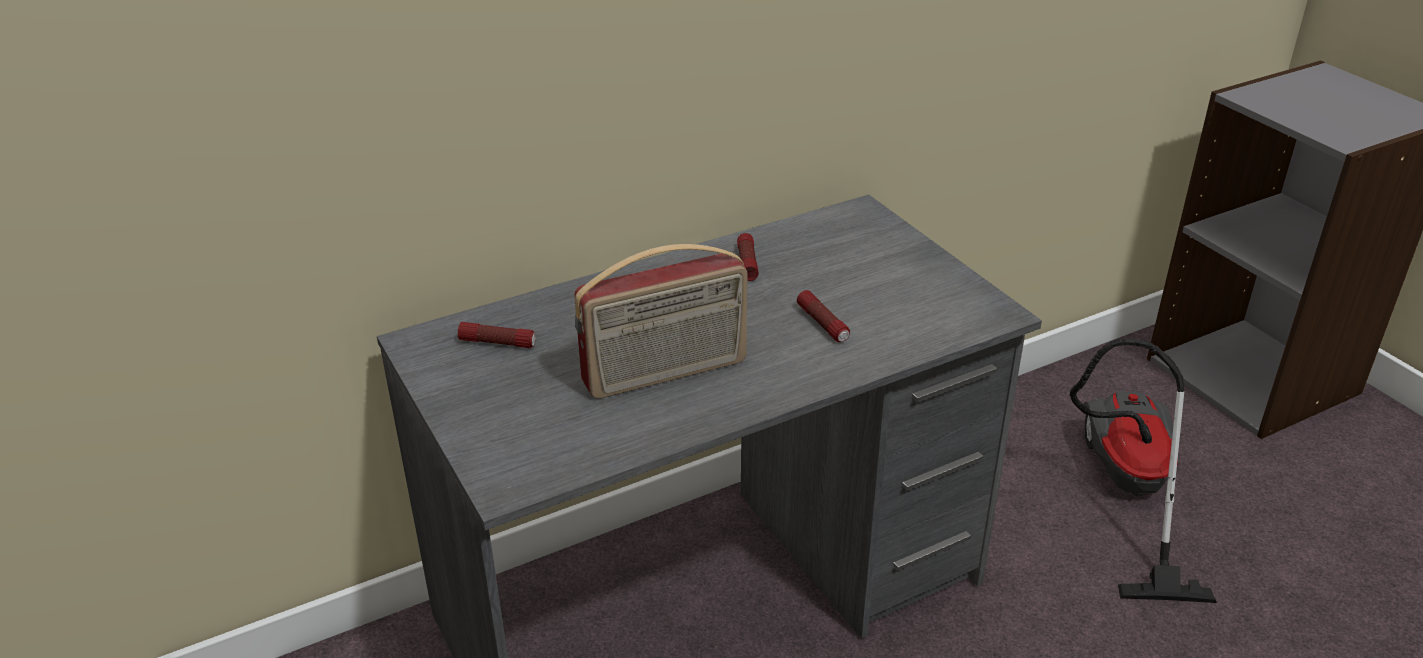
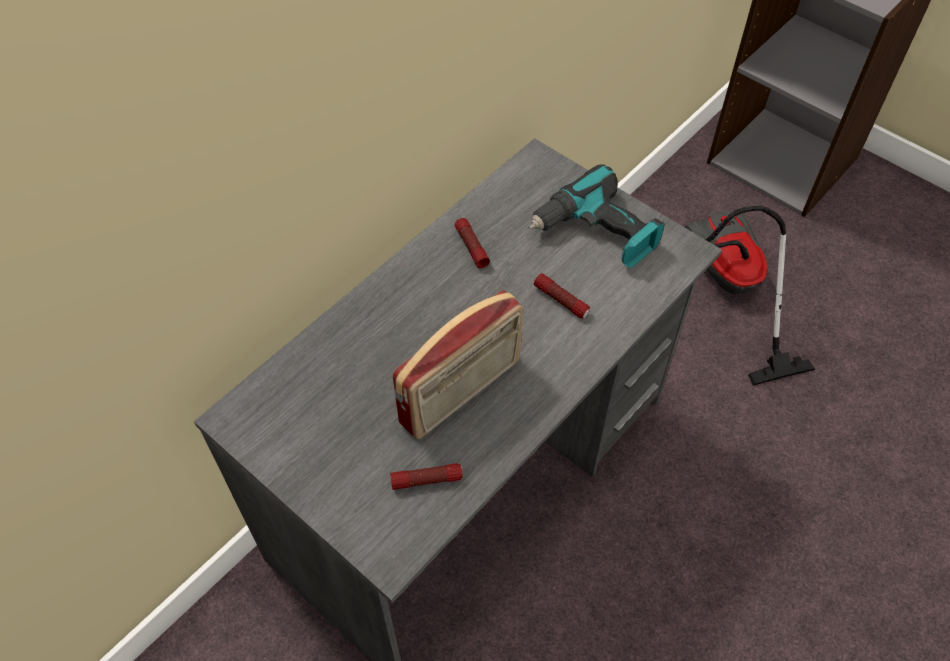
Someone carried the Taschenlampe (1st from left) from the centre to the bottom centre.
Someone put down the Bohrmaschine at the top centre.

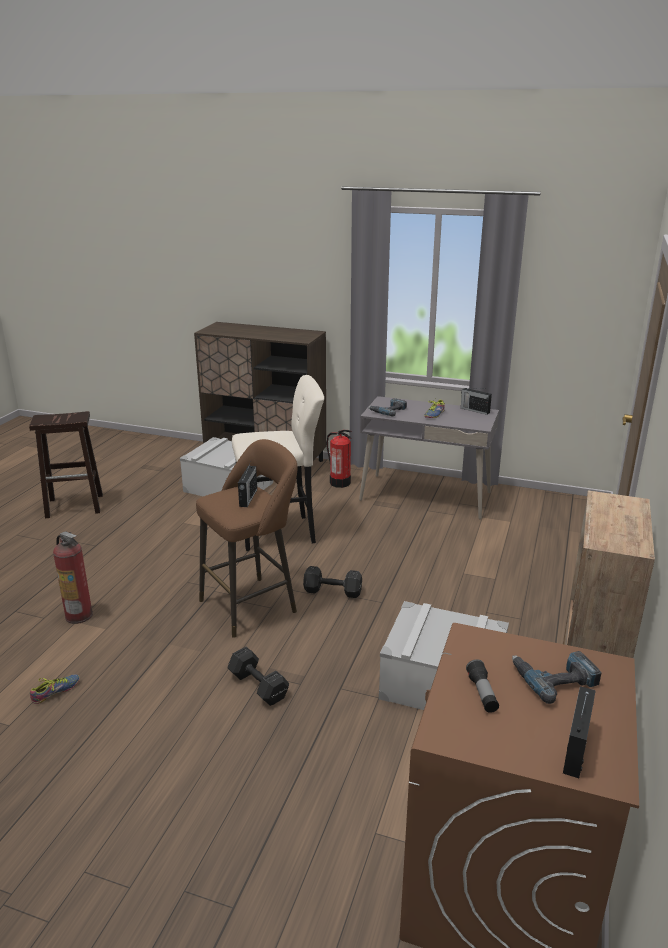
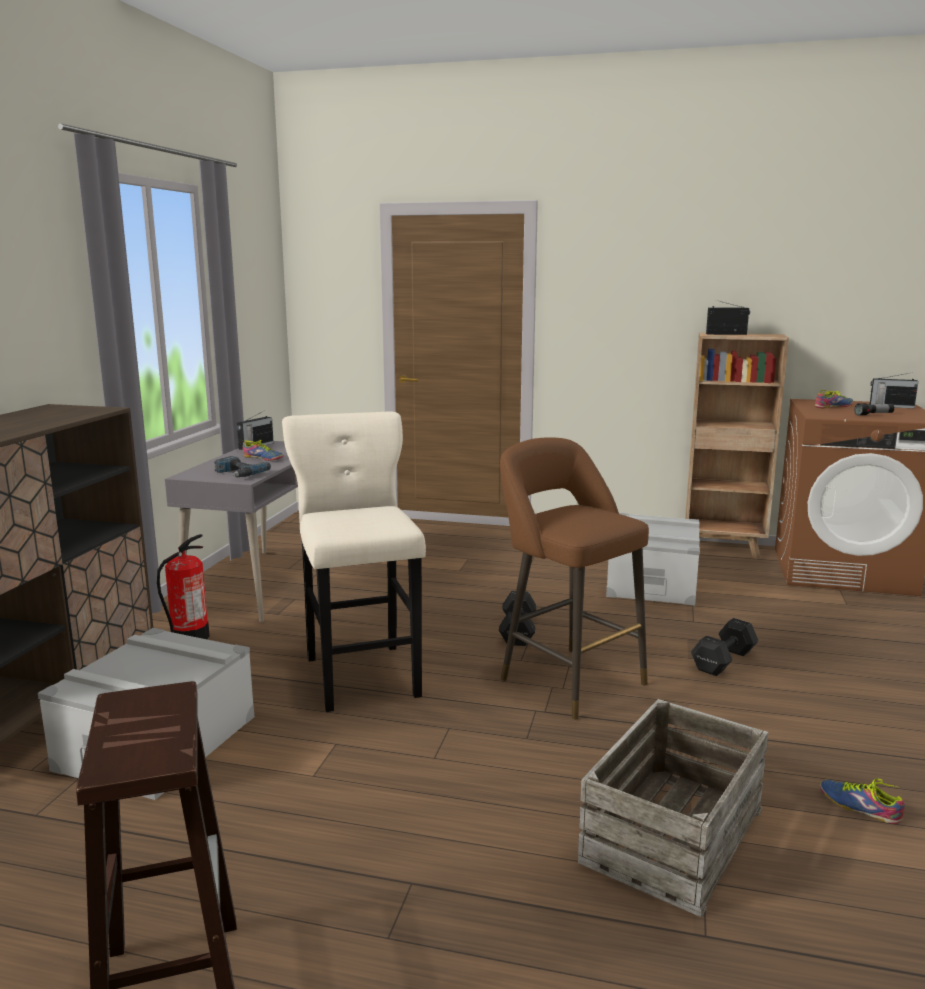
Someone swapped the Feuerlöscher (1st from left) at the middle left for the Kiste at the bottom right.
Someone carried the Radio (1st from left in the first image) from the centre to the top right.
Someone swapped the Bohrmaschine (2nd from left) at the bottom right for the Schuh (2nd from left) at the middle right.

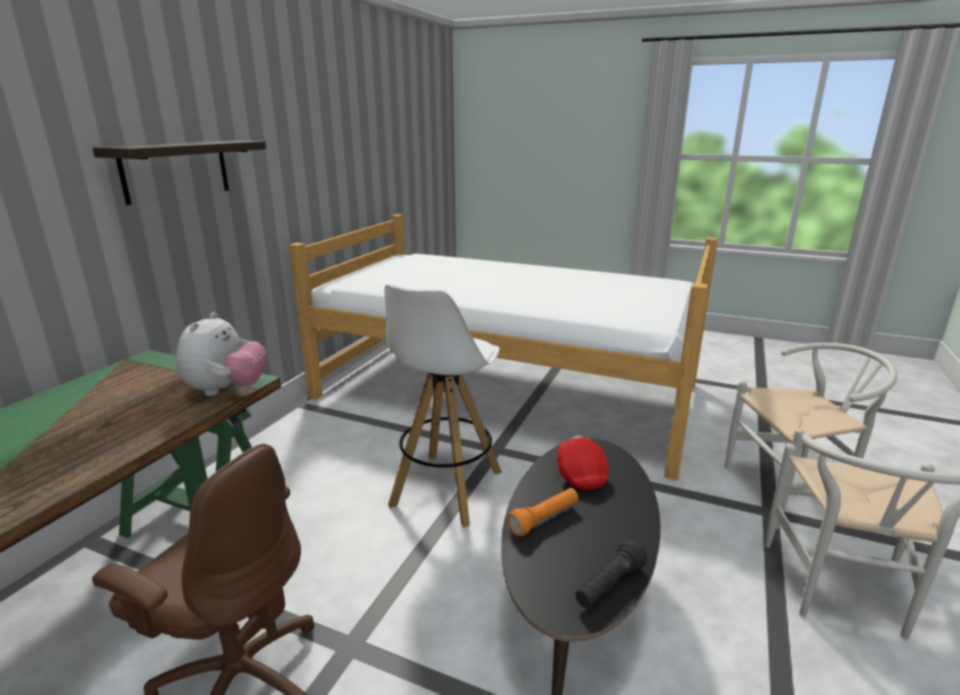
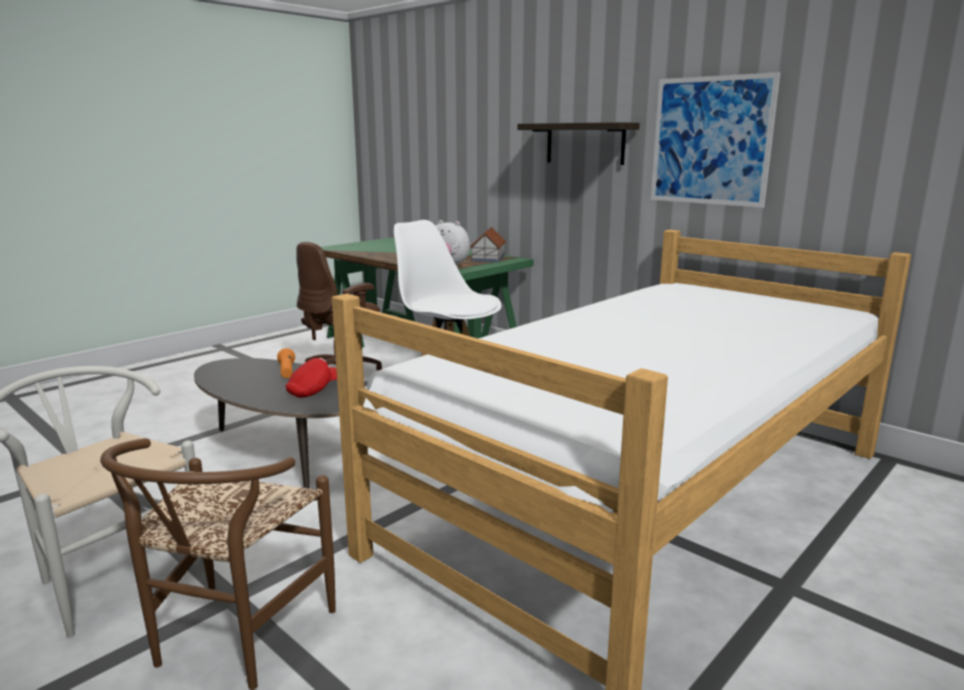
Someone rotated the Kappe [rot] at the centre by 60 degrees counterclockwise.
Someone took away the Taschenlampe [schwarz] at the bottom centre.
Someone repainted the Stuhl [weiß] (1st from left) at the middle right, which became the Stuhl [braun] at the bottom left.
Someone put down the Spielzeughaus at the centre.
Someone put up the Bild at the top right.

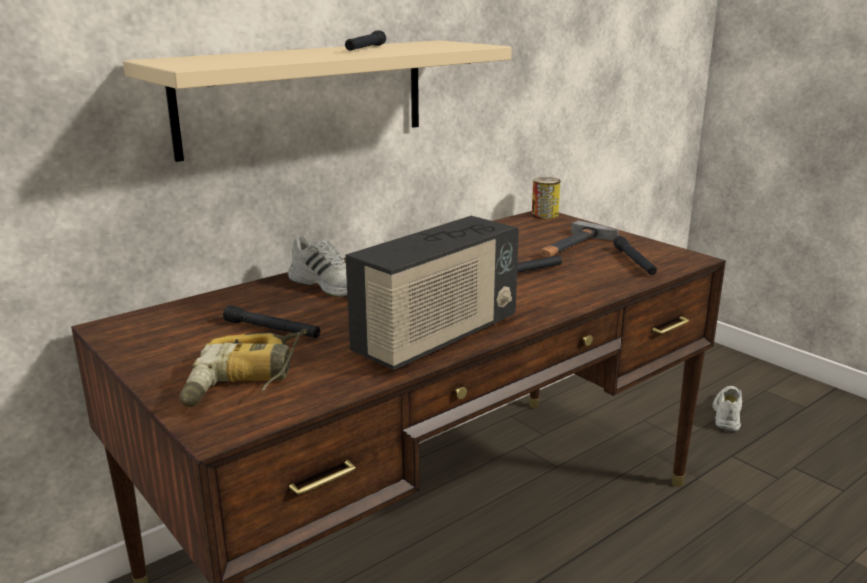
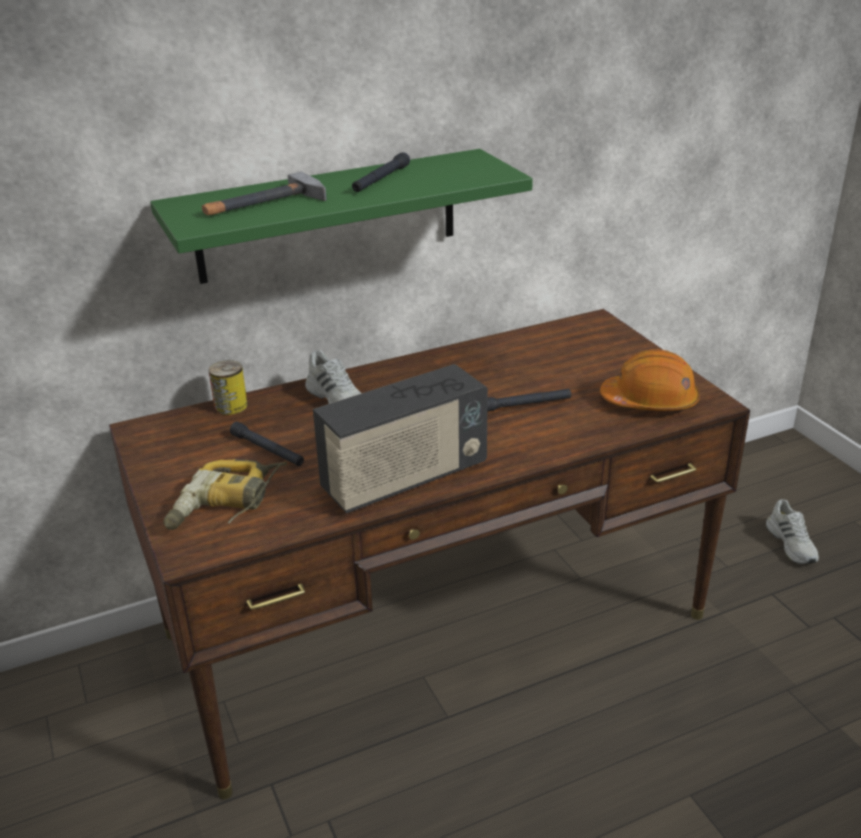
Someone repainted the Wandregal [beige] at the top centre, which became the Wandregal [grün] at the top centre.
Someone carried the Dose from the centre to the middle left.
Someone carried the Hammer from the middle right to the top left.
Someone swapped the Taschenlampe [schwarz] (4th from left) at the middle right for the Schutzhelm [orange] at the middle right.
Someone rotated the Schuh [weiß] (2nd from left) at the bottom right by 135 degrees clockwise.

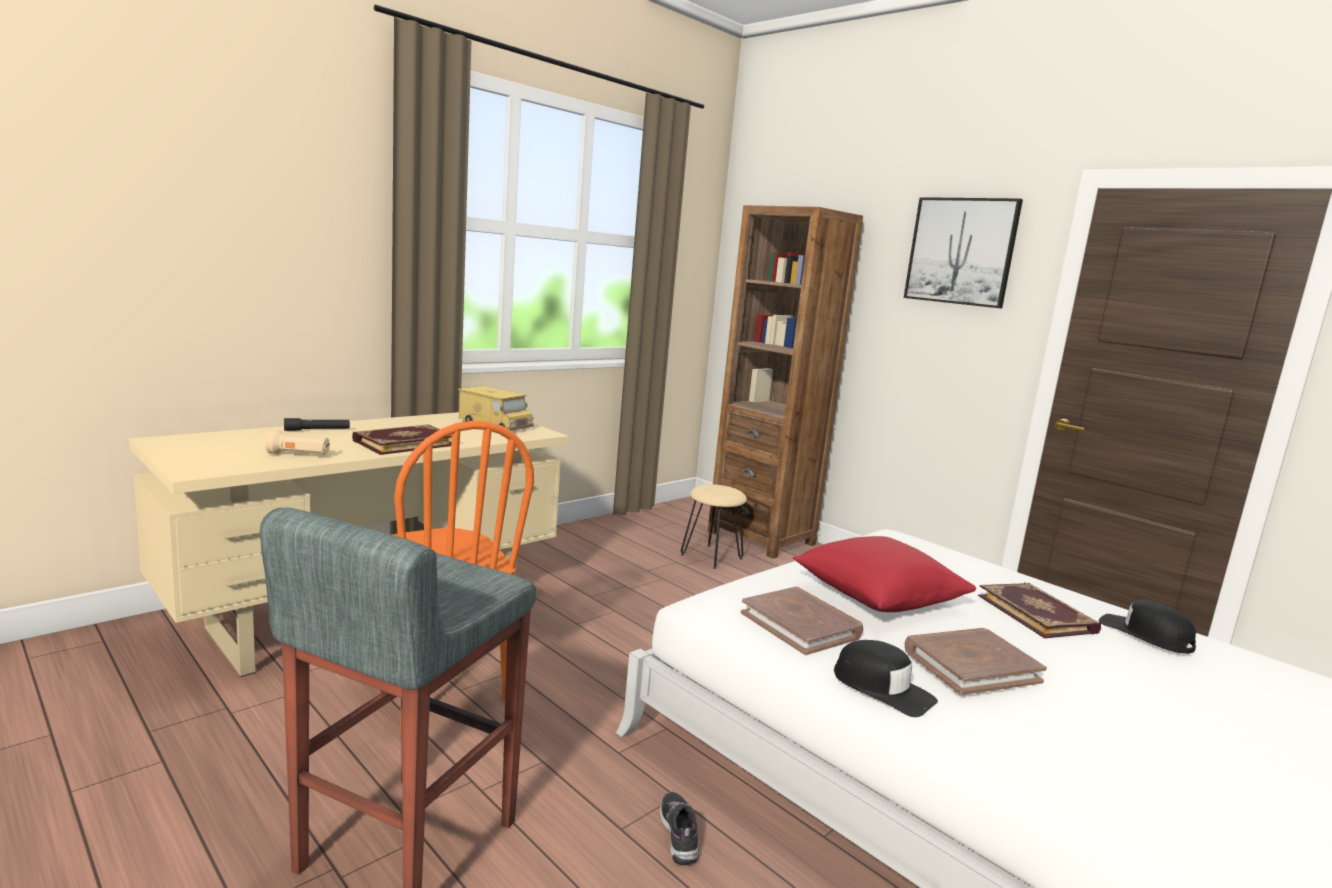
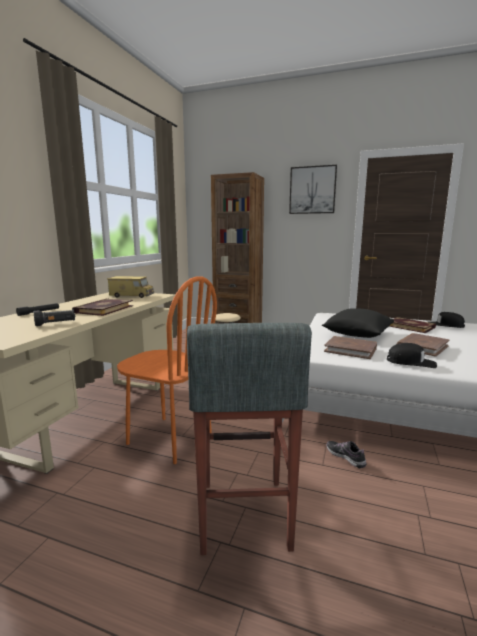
Someone repainted the Taschenlampe [beige] at the middle left, which became the Taschenlampe [schwarz] (2nd from left) at the middle left.
Someone repainted the Kissen [rot] at the centre, which became the Kissen [schwarz] at the middle right.

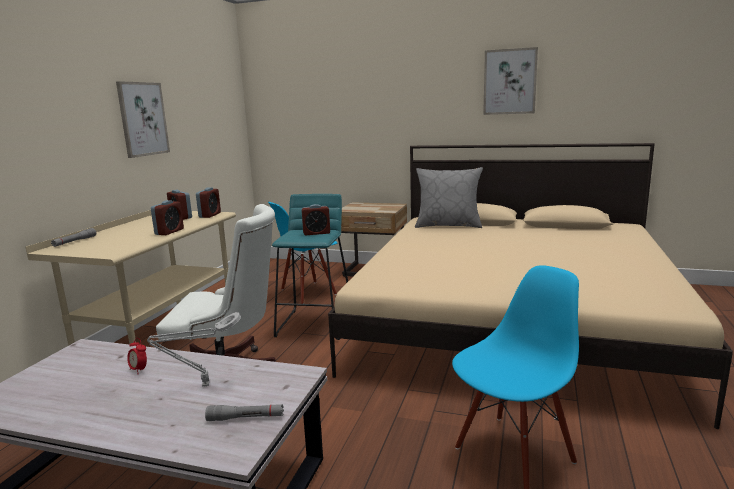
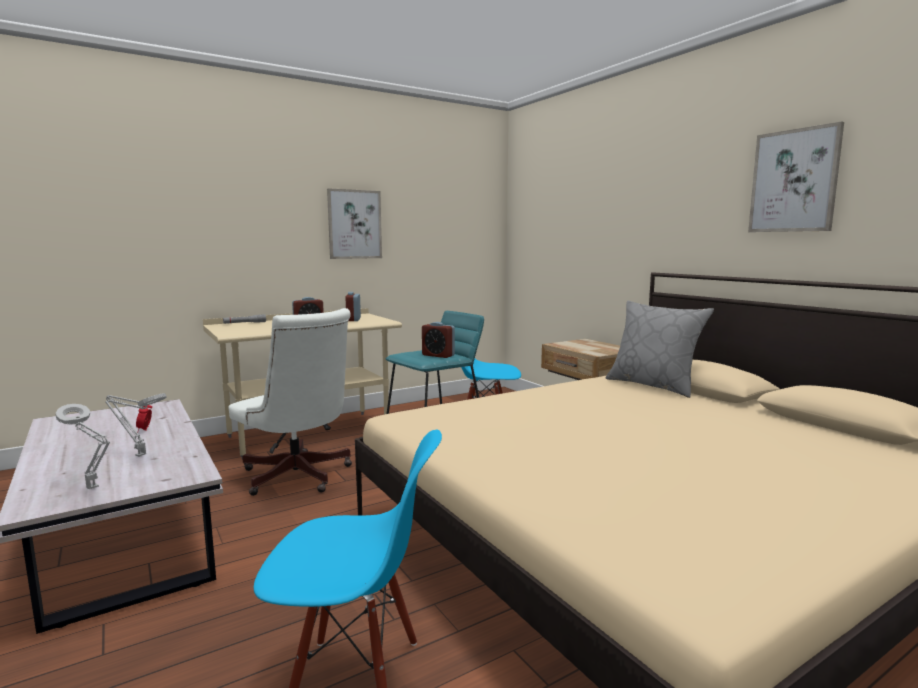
Someone took away the Wecker (4th from left) at the middle left.
Someone swapped the Taschenlampe [grau] (2nd from left) at the bottom left for the Tischlampe [grau] (1st from left) at the middle left.

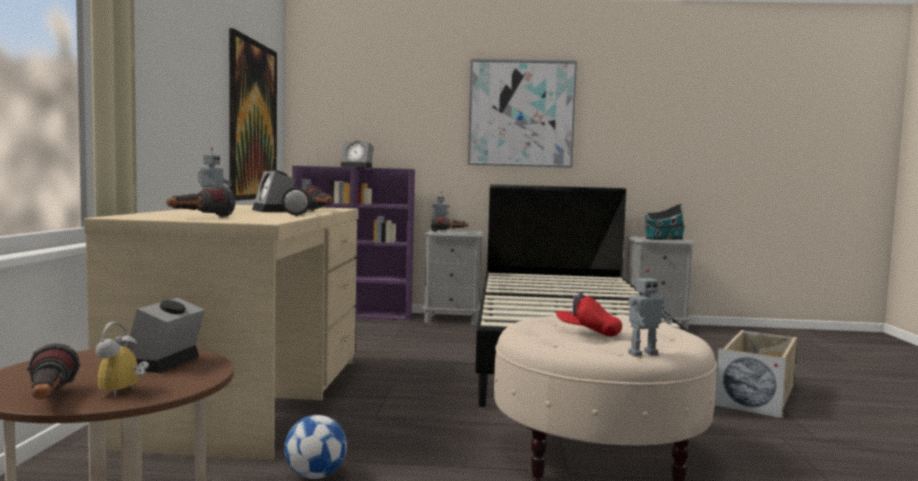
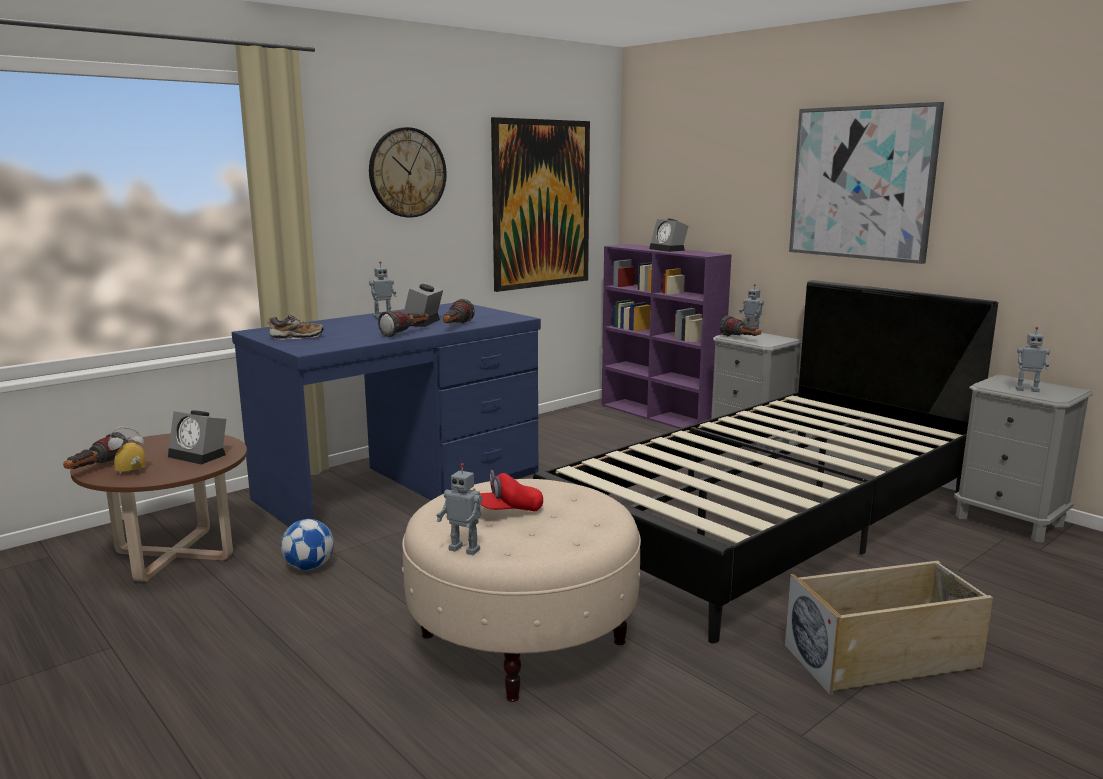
Someone repainted the Schreibtisch [beige] at the bottom left, which became the Schreibtisch [blau] at the centre.
Someone rotated the Wecker (2nd from left) at the bottom left by 120 degrees counterclockwise.
Someone swapped the Taschenlampe (2nd from left) at the middle left for the Schuh at the middle left.
Someone rotated the Kappe [rot] at the centre by 90 degrees counterclockwise.
Someone swapped the Spielzeughaus at the middle right for the Spielzeugroboter (4th from left) at the middle right.
Someone put up the Wanduhr at the top centre.

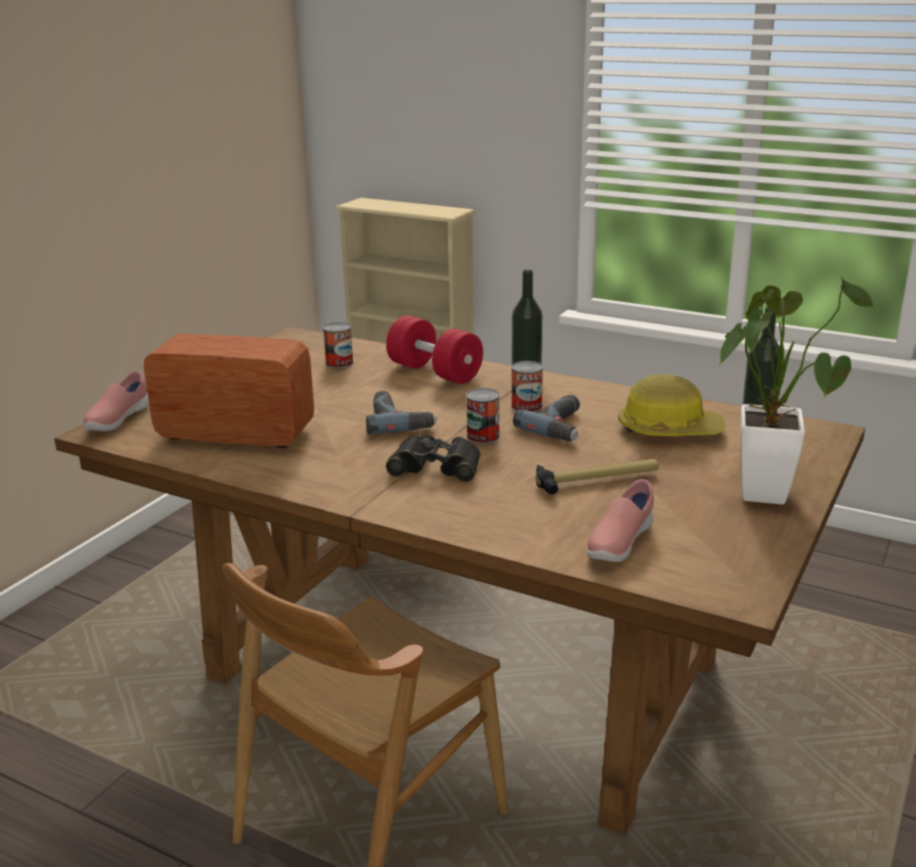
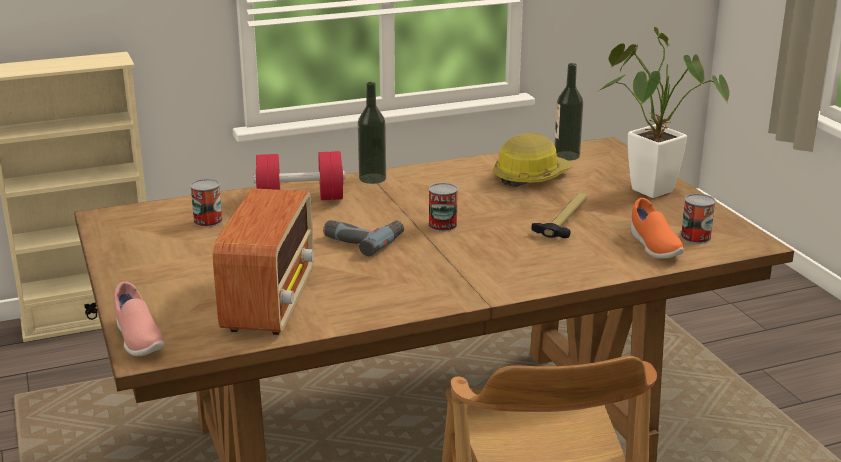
Someone rotated the Radio at the middle left by 135 degrees clockwise.
Someone took away the Fernglas [schwarz] at the centre.
Someone carried the Dose (3rd from left) from the centre to the middle right.
Someone took away the Bohrmaschine (2nd from left) at the centre.
Someone repainted the Schuh [rosa] (2nd from left) at the middle right, which became the Schuh [orange] at the middle right.

